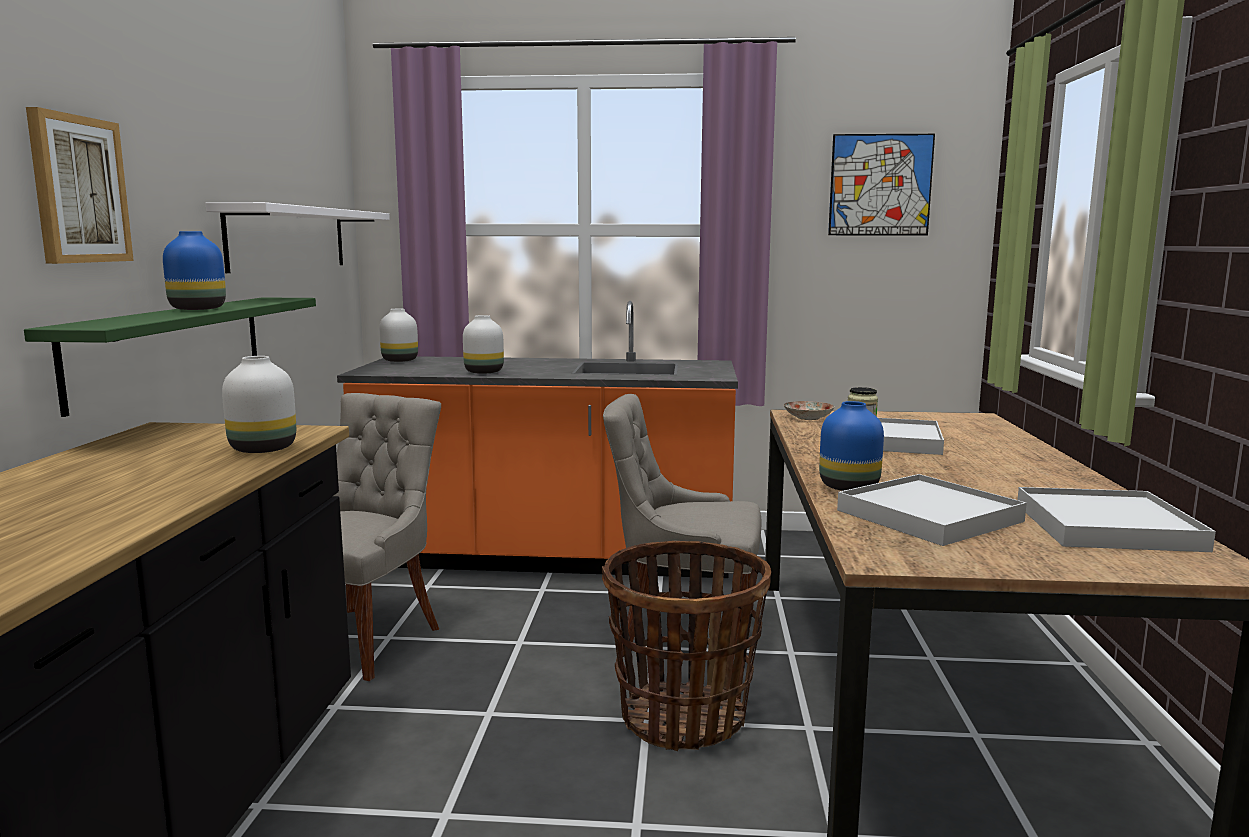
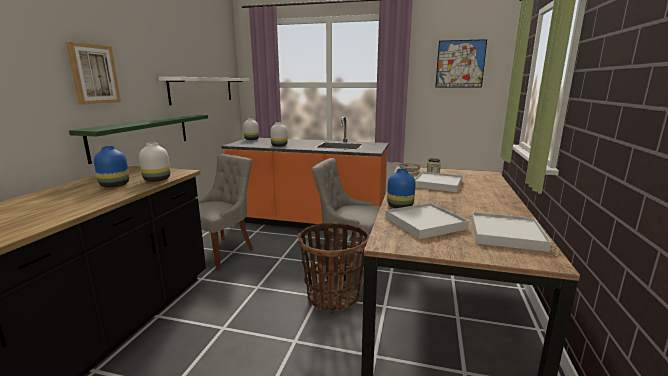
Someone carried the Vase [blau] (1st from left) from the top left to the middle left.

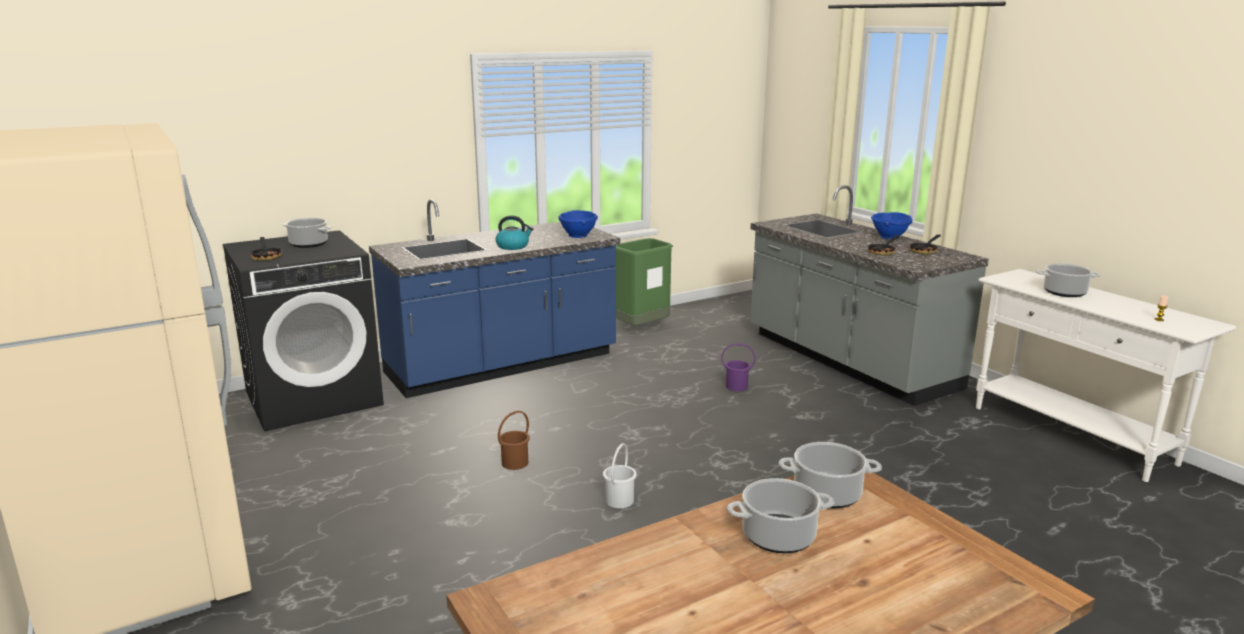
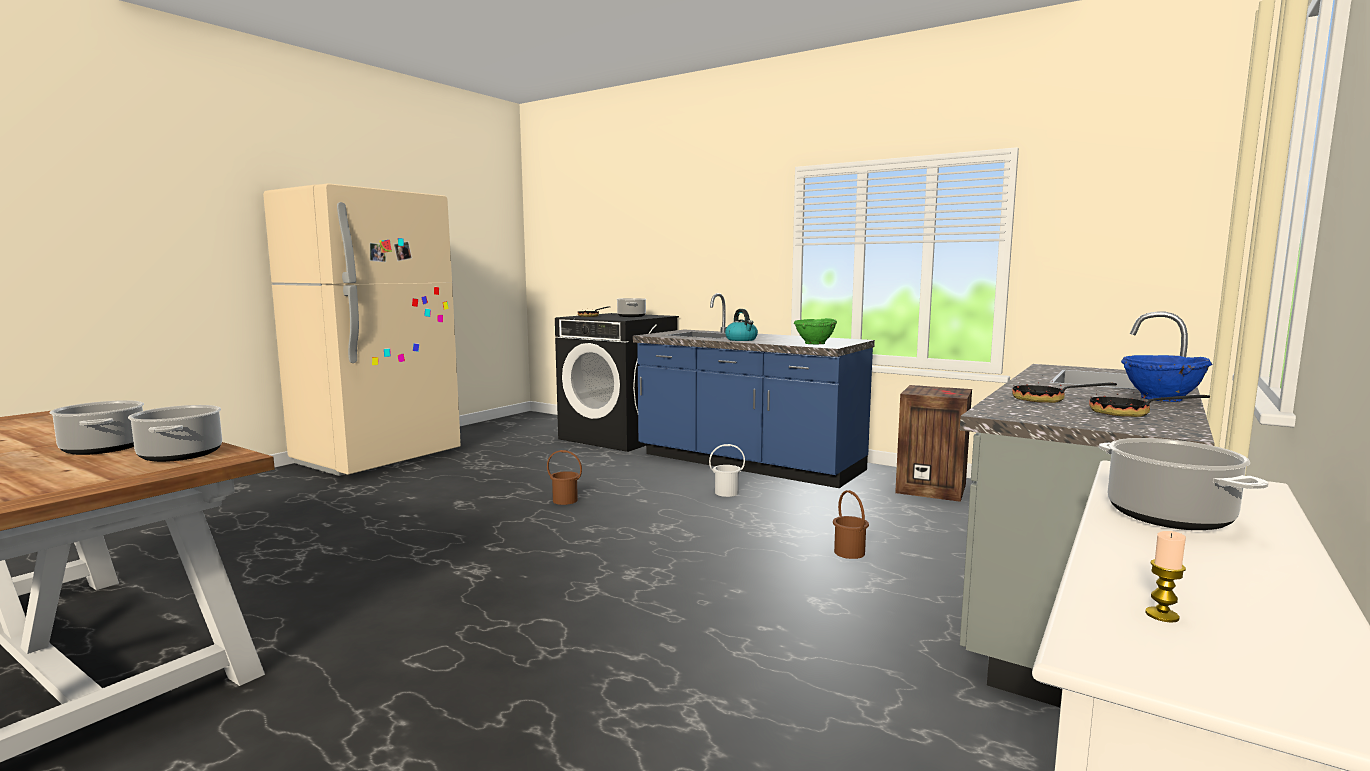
Someone repainted the Schüssel [blau] (1st from left) at the centre, which became the Schüssel [grün] at the centre.
Someone carried the Eimer [weiß] from the bottom centre to the centre.
Someone swapped the Mülleimer [grün] at the centre for the Kiste at the middle right.
Someone repainted the Eimer [lila] at the centre, which became the Eimer [braun] (2nd from left) at the bottom centre.

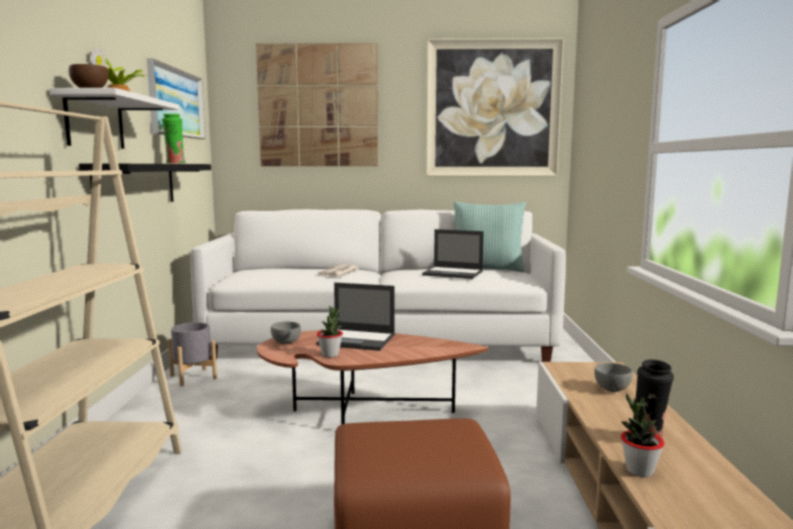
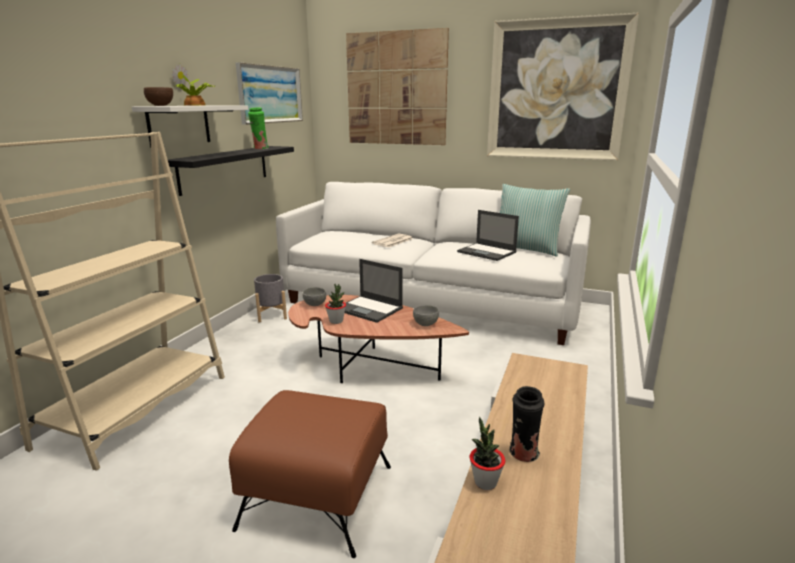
Someone carried the Schüssel [grau] (2nd from left) from the bottom right to the centre.

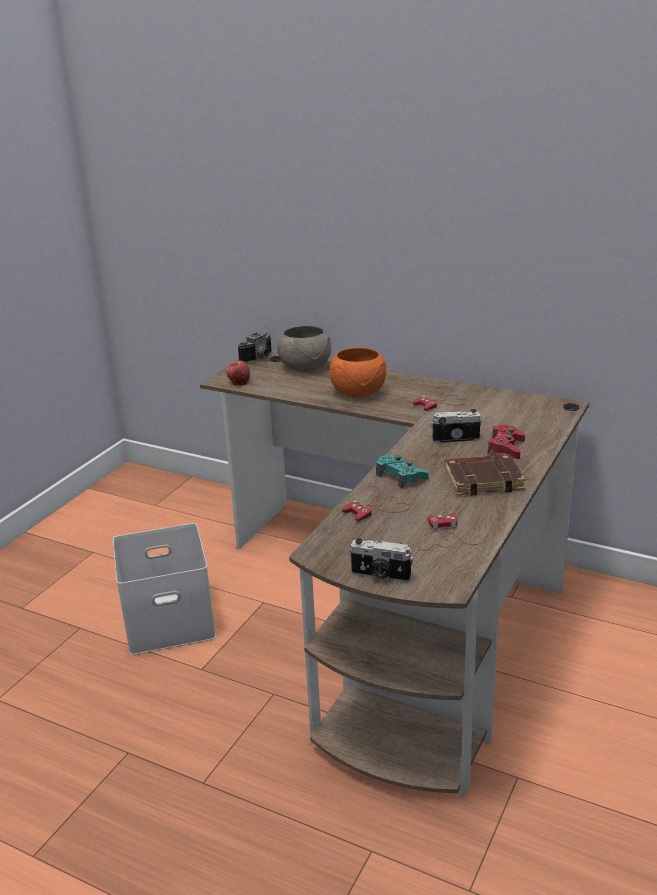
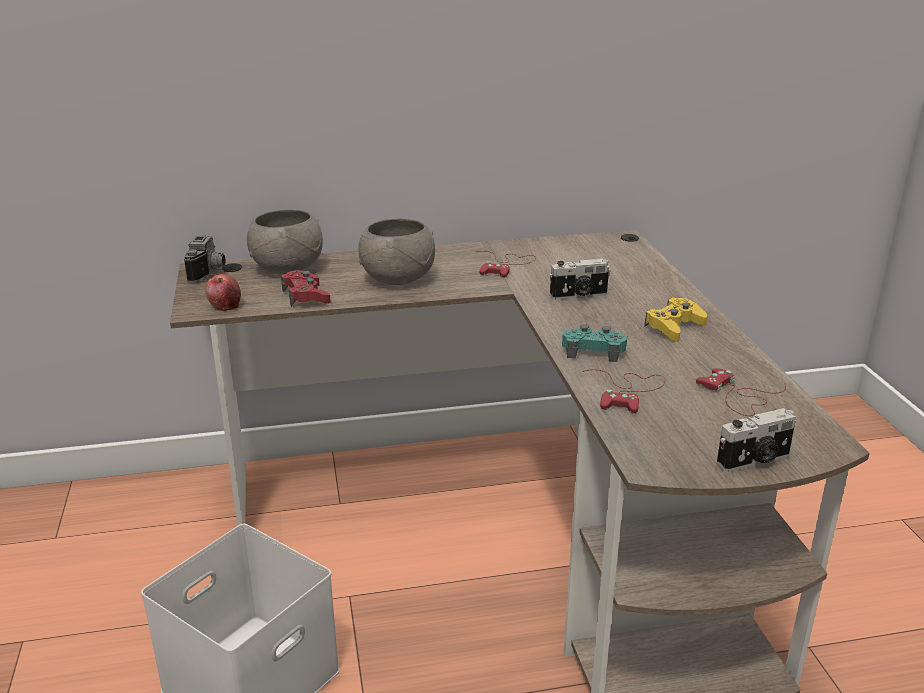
Someone repainted the Schüssel [orange] at the centre, which became the Schüssel [grau] (2nd from left) at the centre.
Someone rotated the Kamera (3rd from left in the first image) at the middle right by 150 degrees counterclockwise.
Someone swapped the Buch [braun] at the middle right for the Gamepad [gelb] at the middle right.
Someone carried the Gamepad [rot] (4th from left in the first image) from the middle right to the middle left.

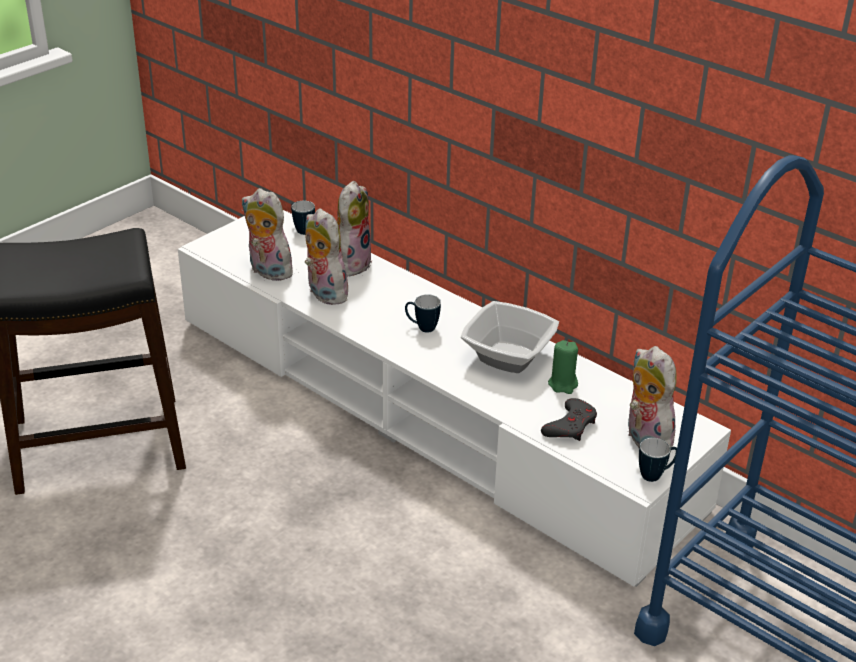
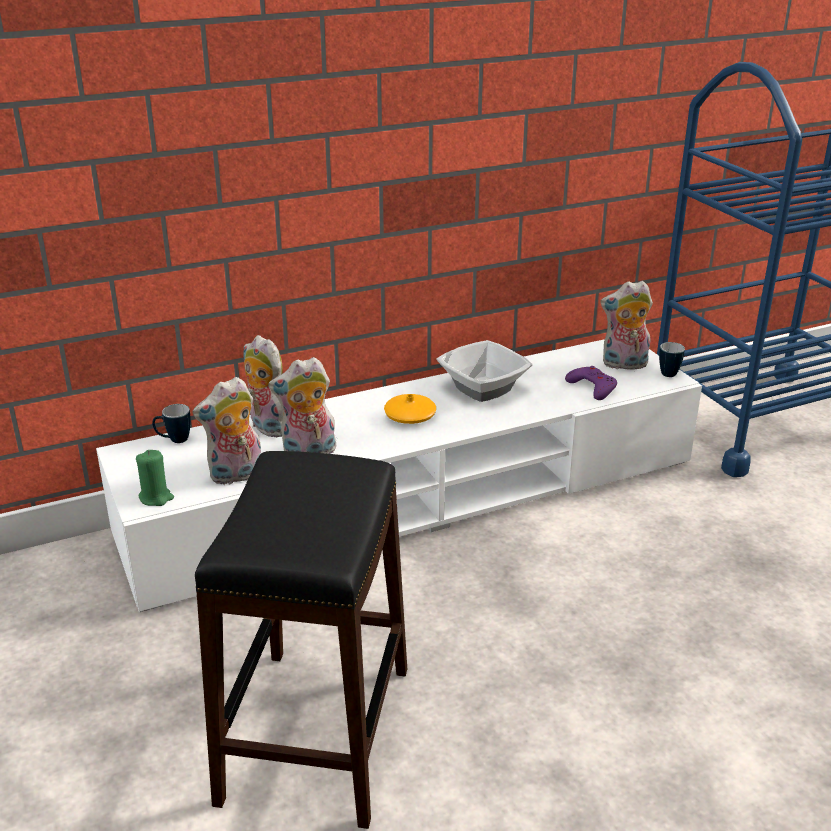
Someone swapped the Henkelbecher (2nd from left) at the centre for the Vase [orange] at the centre.
Someone repainted the Gamepad [grau] at the centre, which became the Gamepad [lila] at the middle right.
Someone carried the Kerze [grün] from the centre to the middle left.

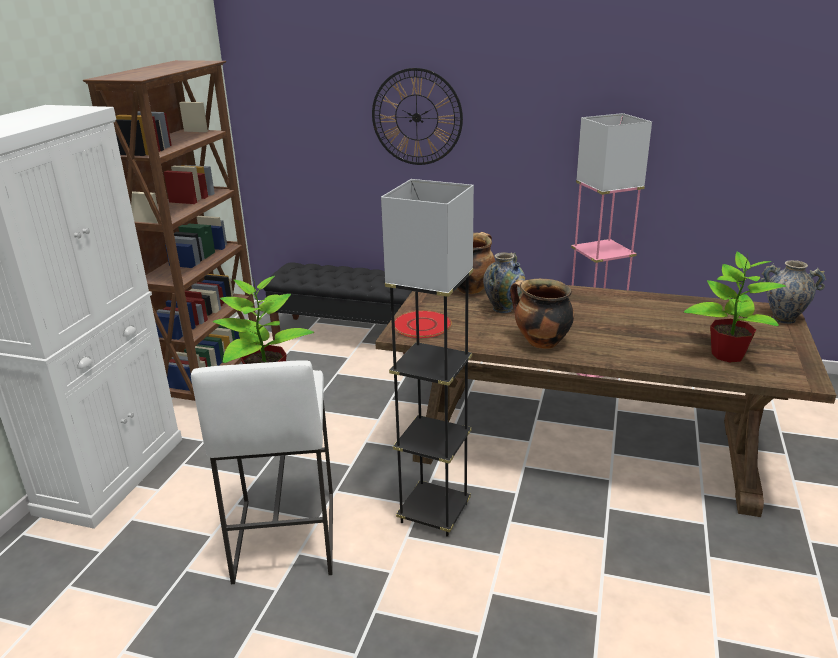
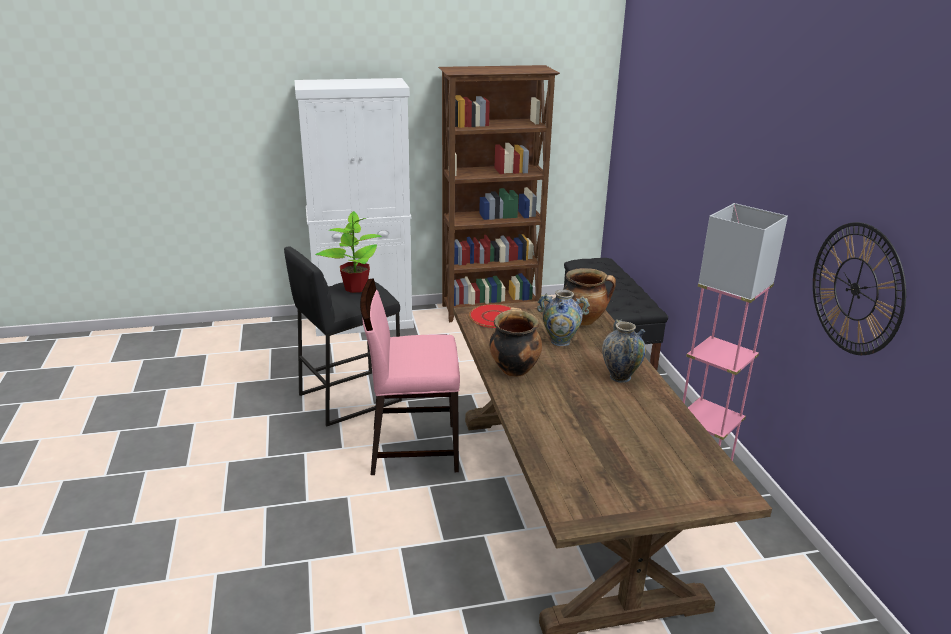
Someone repainted the Hocker [weiß] at the bottom left, which became the Hocker [schwarz] at the centre.
Someone carried the Wanduhr from the top centre to the middle right.
Someone swapped the Stehlampe [grau] at the centre for the Stuhl [rosa] at the centre.
Someone took away the Topfpflanze (2nd from left) at the middle right.
Someone carried the Vase (2nd from left) from the middle right to the centre.

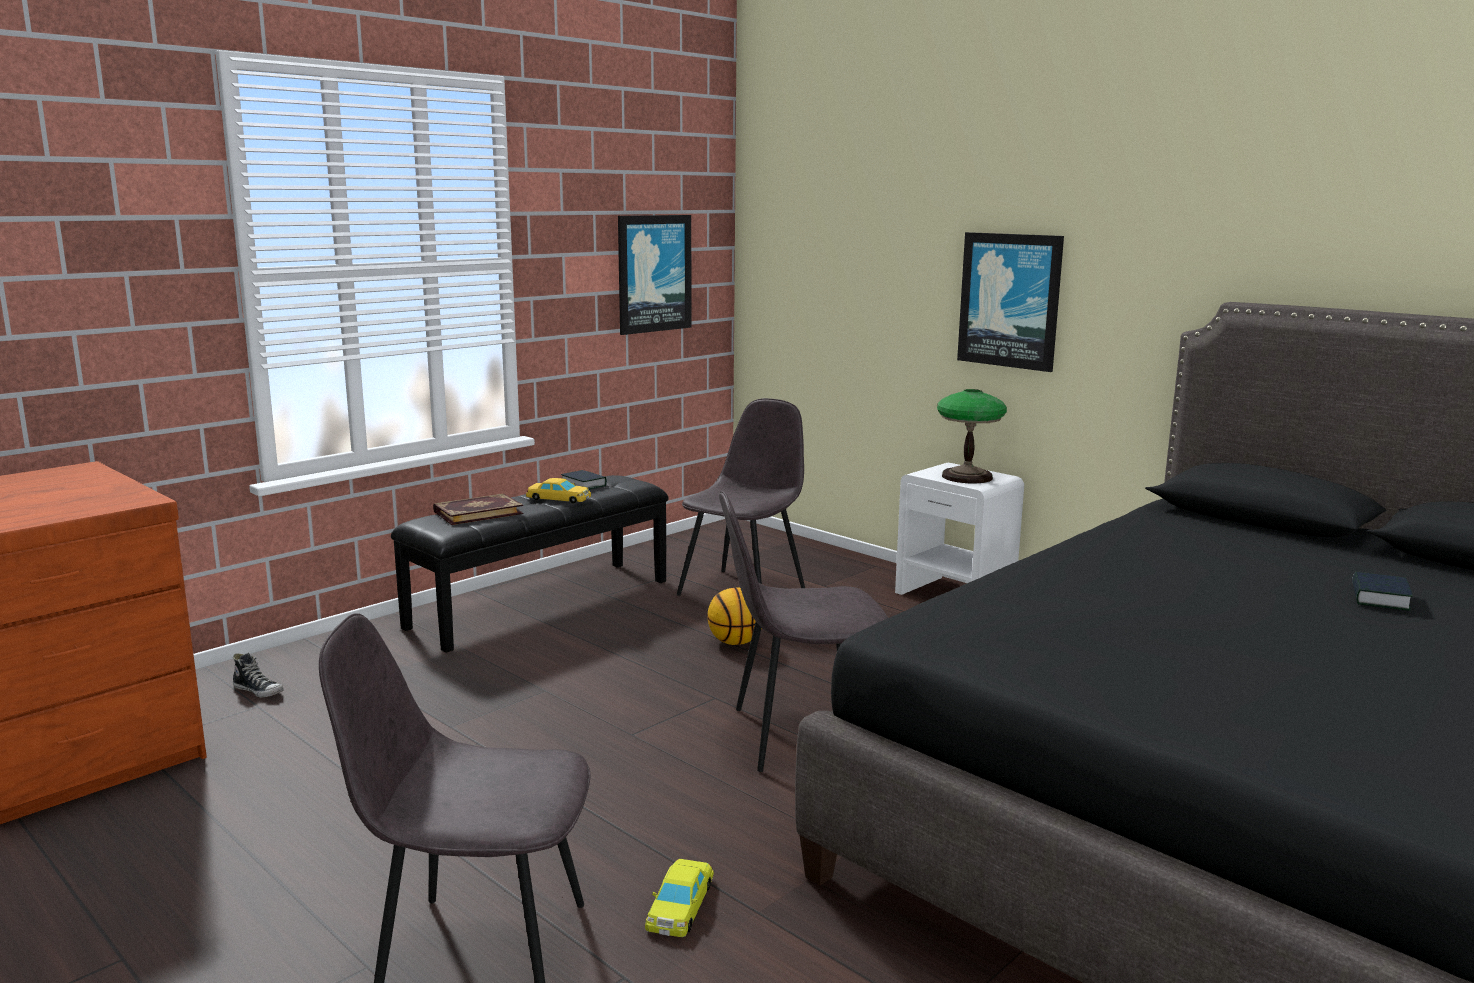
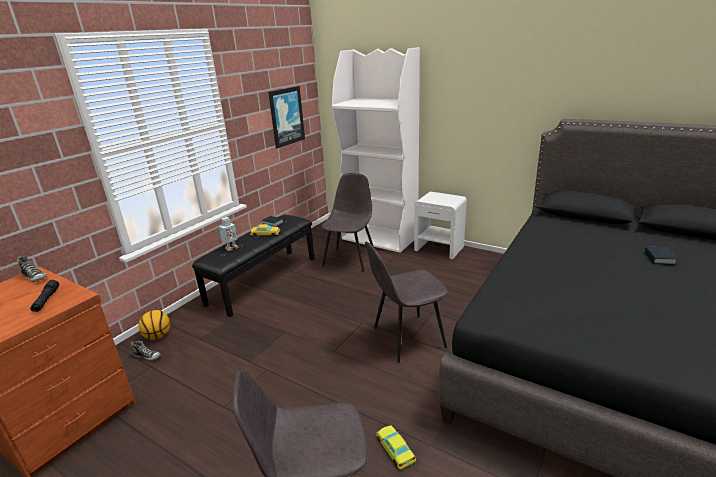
Someone swapped the Buch (1st from left) at the middle left for the Spielzeugroboter at the middle left.
Someone rotated the Spielzeugauto [gelb] (2nd from left) at the bottom centre by 150 degrees clockwise.
Someone carried the Basketball from the centre to the bottom left.
Someone took away the Tischlampe at the centre.
Someone took away the Bild (2nd from left) at the top right.
Someone put down the Schuh (1st from left) at the middle left.
Someone put down the Taschenlampe [schwarz] at the middle left.
Someone put down the Bücherregal [weiß] at the top centre.

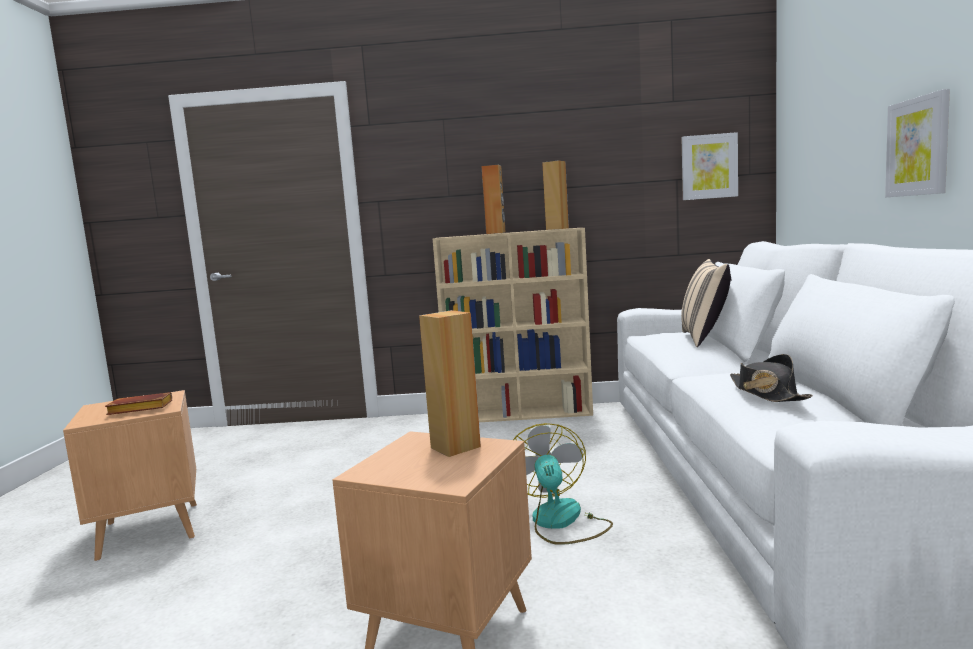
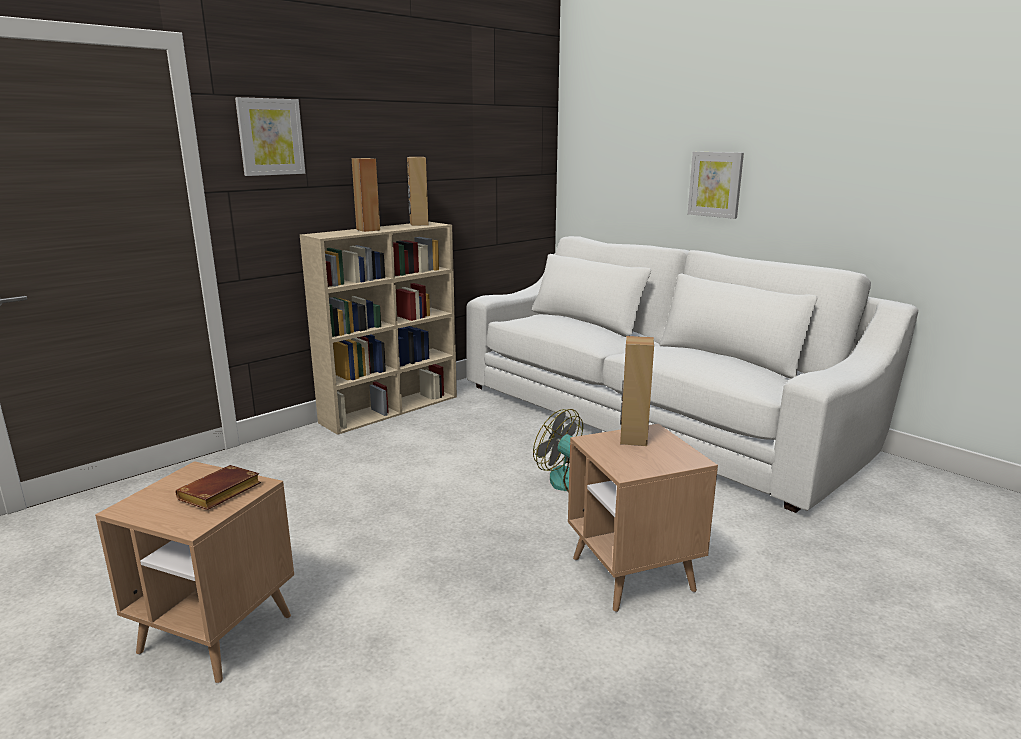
Someone carried the Bild (1st from left) from the top right to the top left.
Someone took away the Kissen [beige] at the middle right.
Someone took away the Hut [schwarz] at the middle right.

